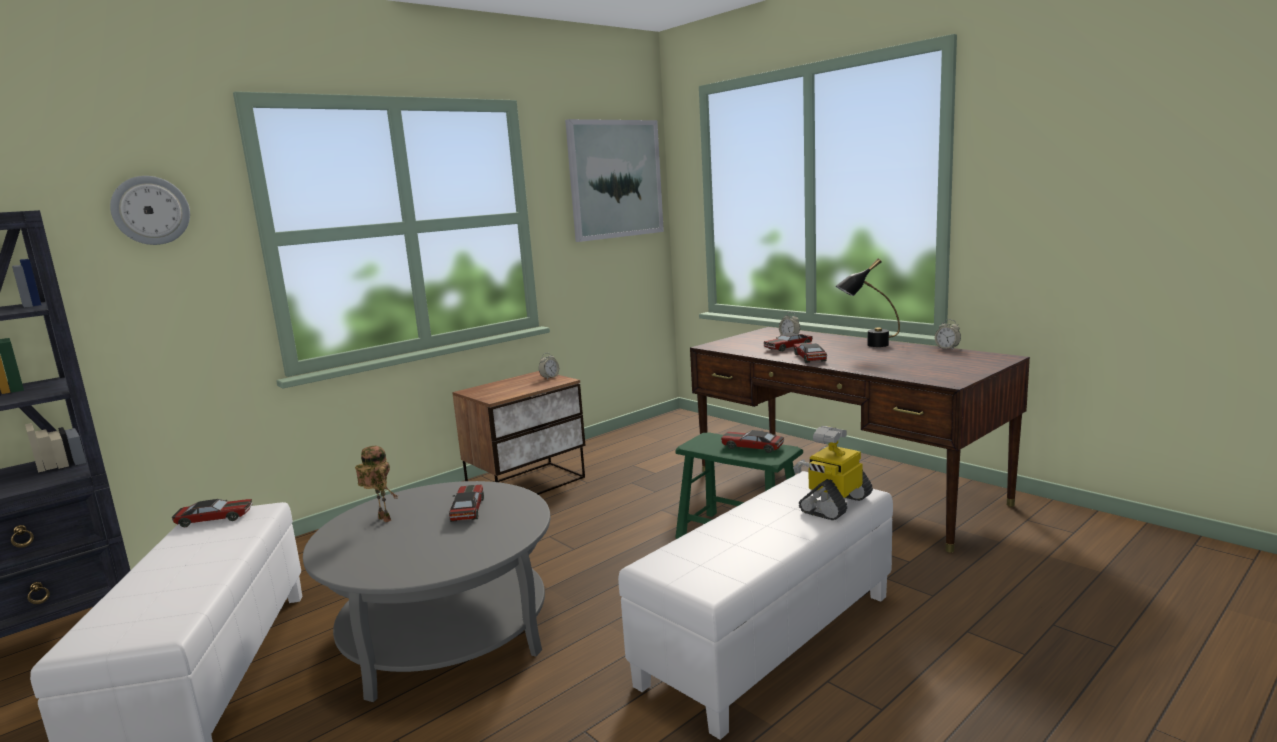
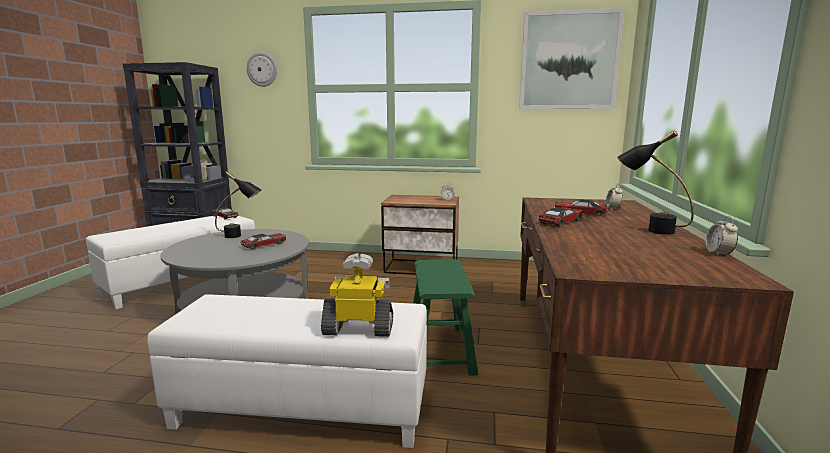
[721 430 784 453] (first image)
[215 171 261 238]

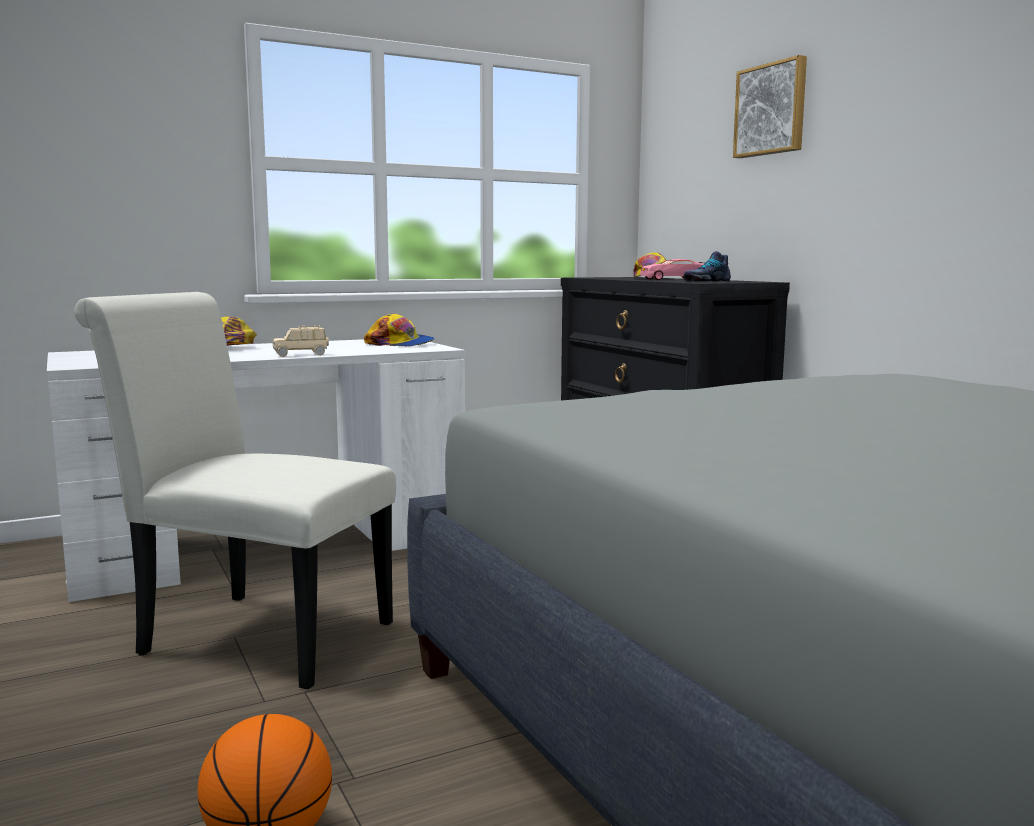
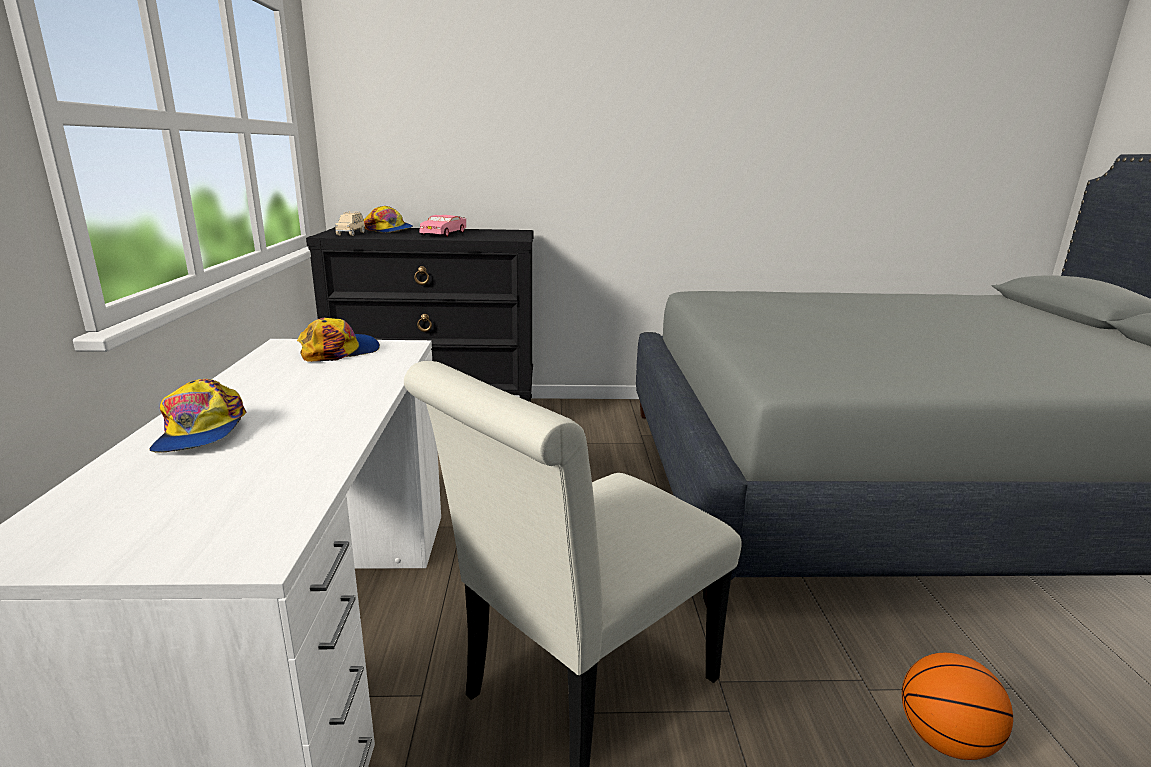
[733 55 807 158] (first image)
[684 251 731 281] (first image)
[335 211 365 236]

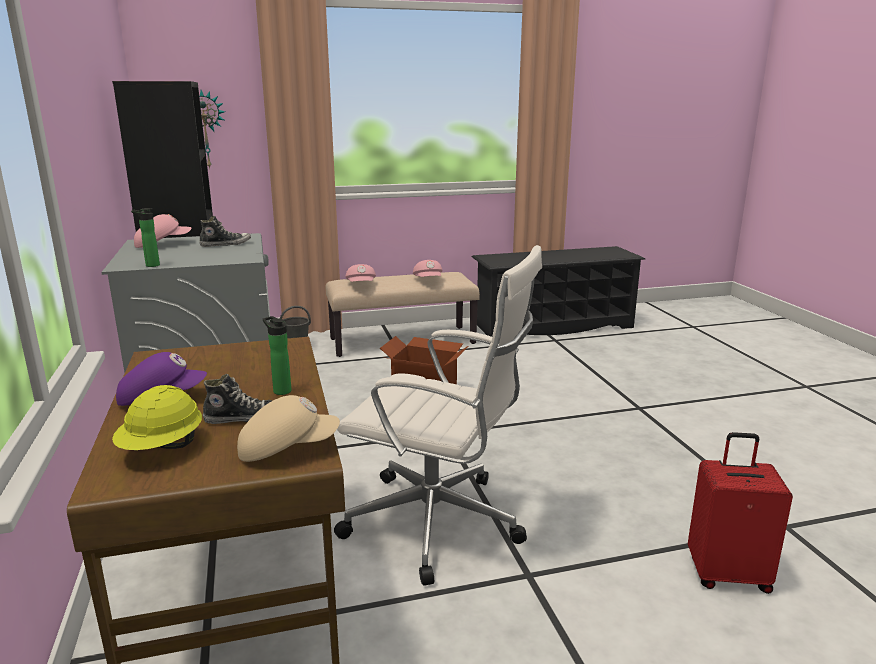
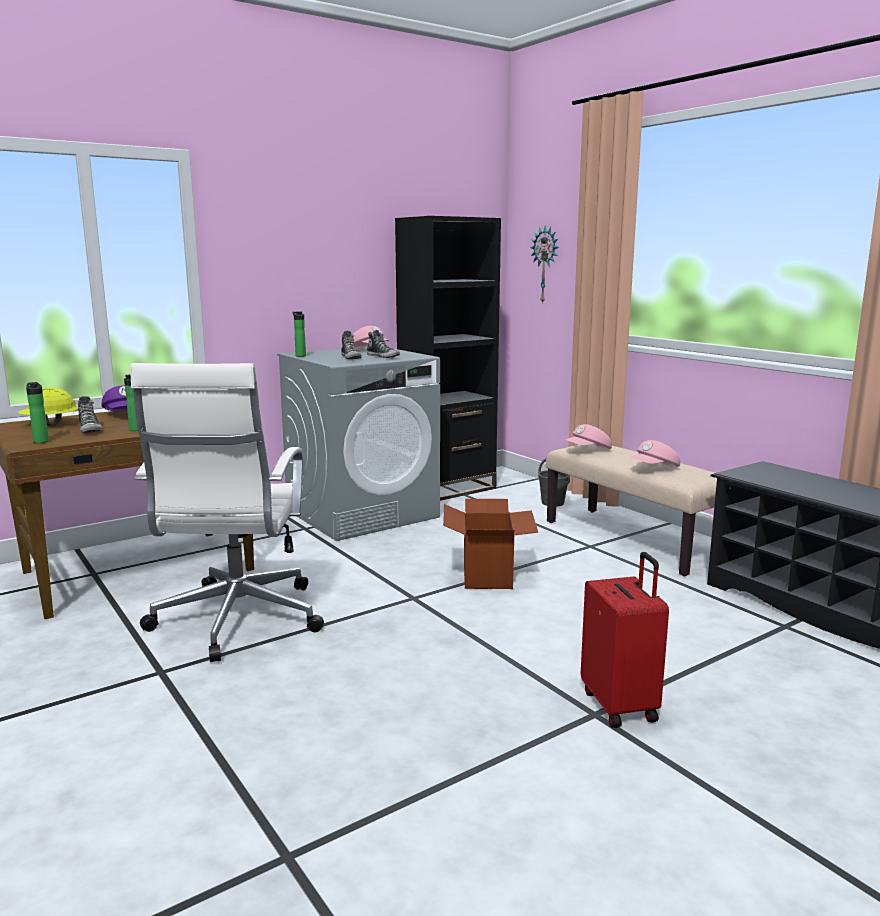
[26 382 49 443]
[581 552 669 728]
[341 331 362 359]

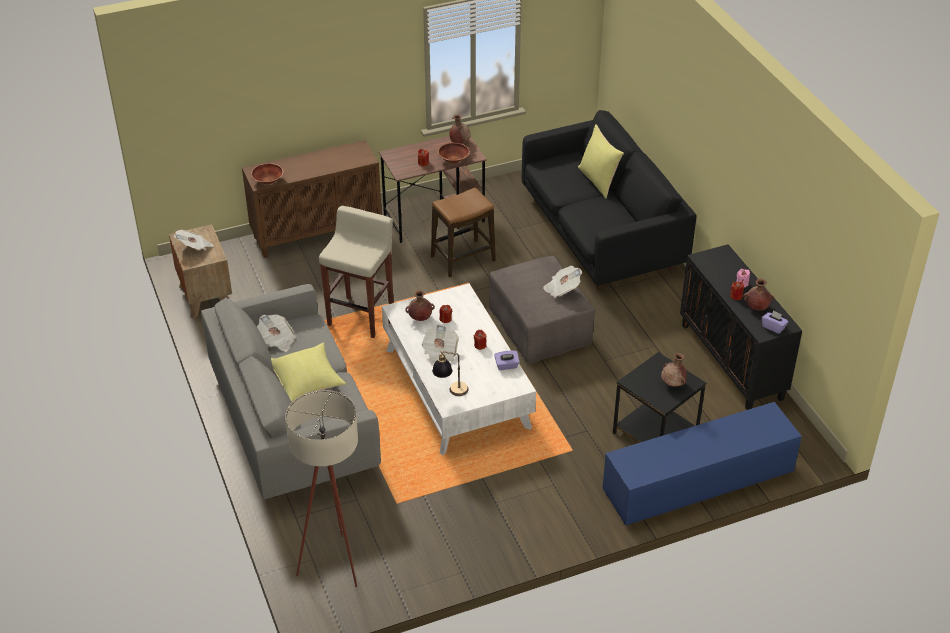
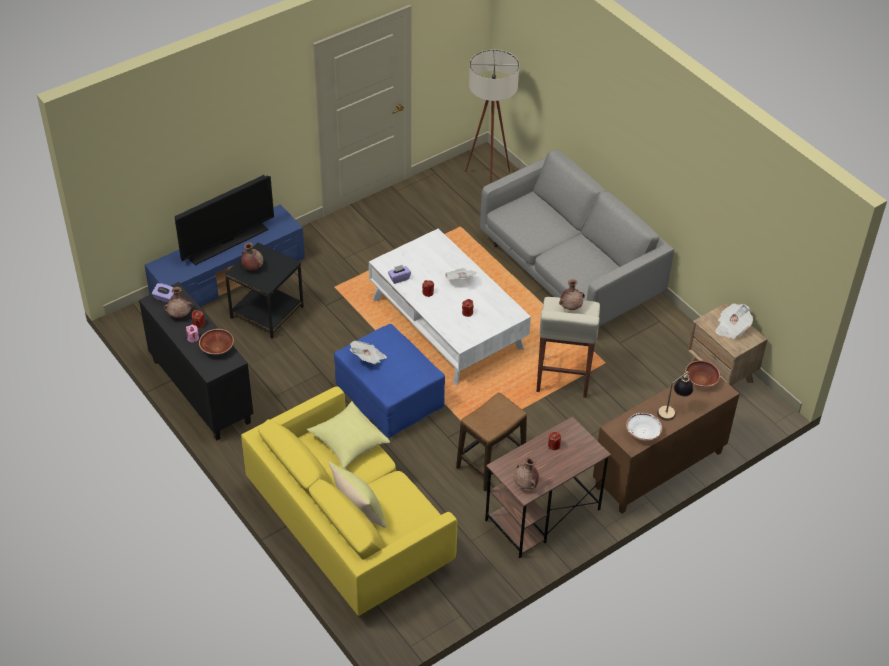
[241 387 457 616]
[199 329 234 355]
[334 324 445 438]
[559 279 585 310]
[257 314 296 352] (first image)
[307 401 390 469]
[657 370 693 421]
[175 175 274 265]
[626 412 663 441]

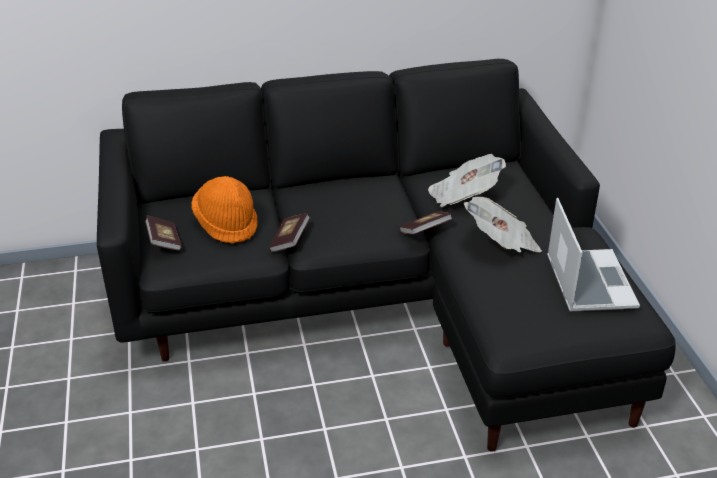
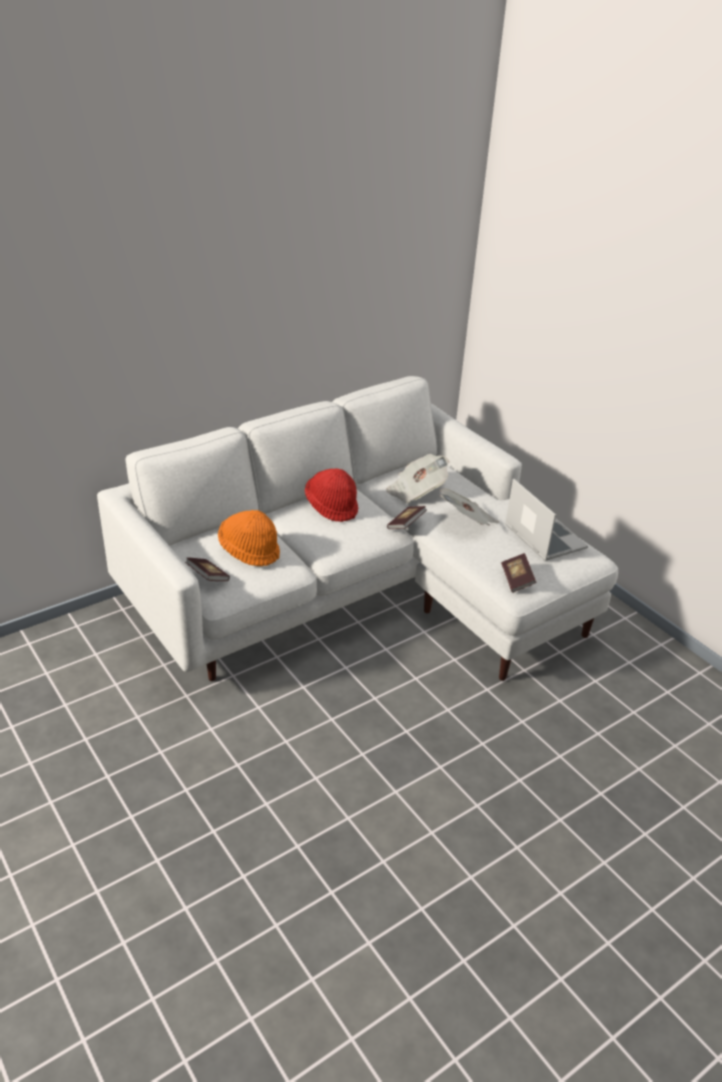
[97 376 618 681]
[501 553 537 593]
[305 468 358 522]

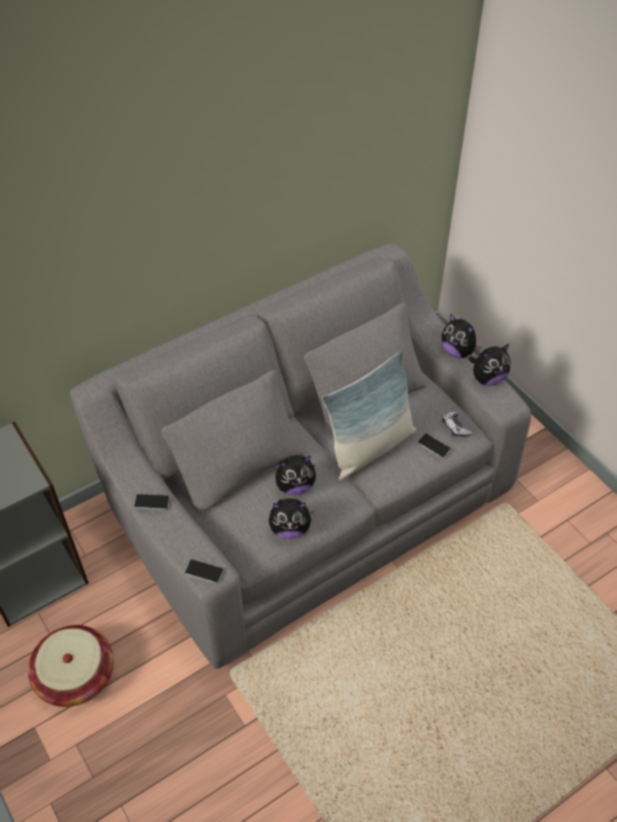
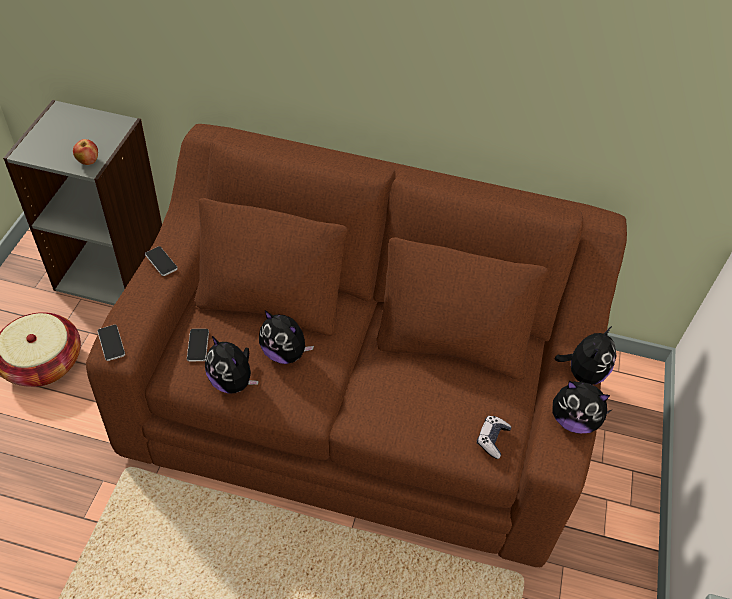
[86 124 627 567]
[554 326 616 385]
[322 351 416 480] (first image)
[187 329 209 361]
[73 139 98 165]

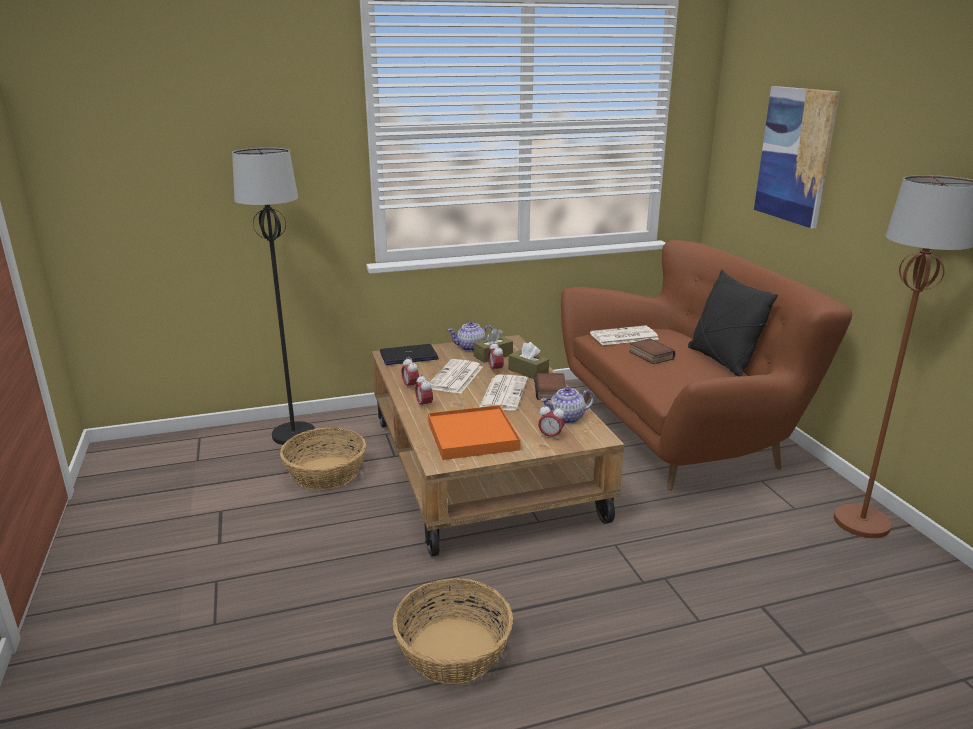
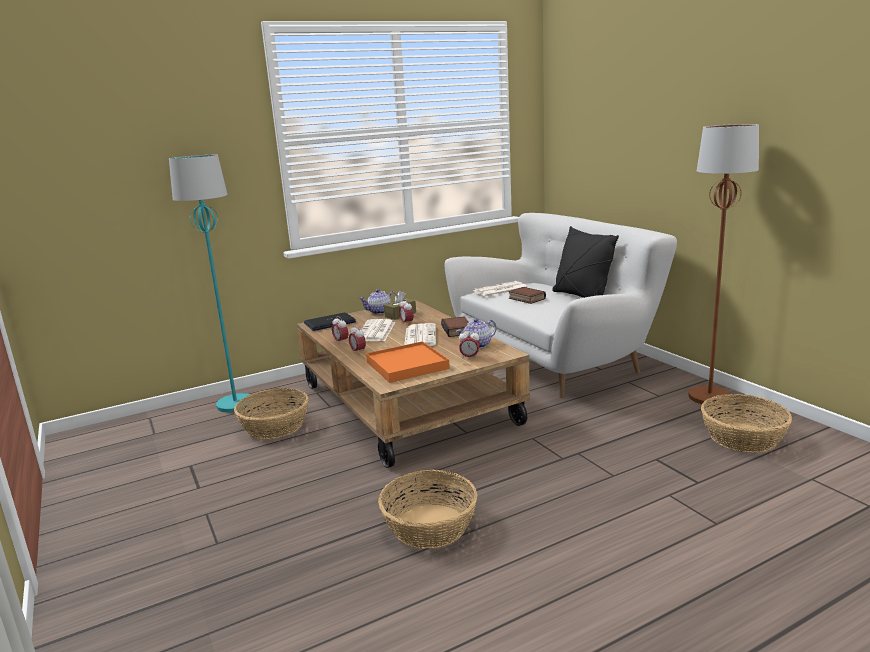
[754 86 840 229] (first image)
[169 155 252 413]
[444 213 677 398]
[508 342 549 379] (first image)
[701 394 792 453]

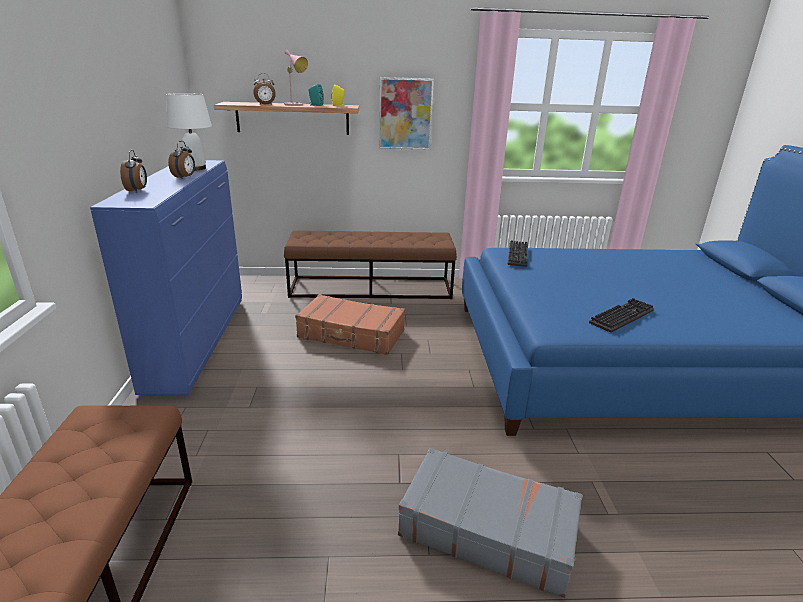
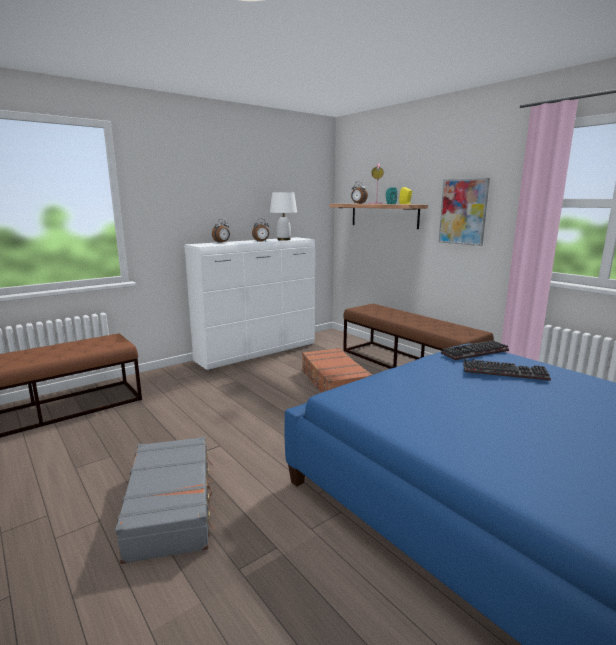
[184 237 315 370]
[463 359 551 381]

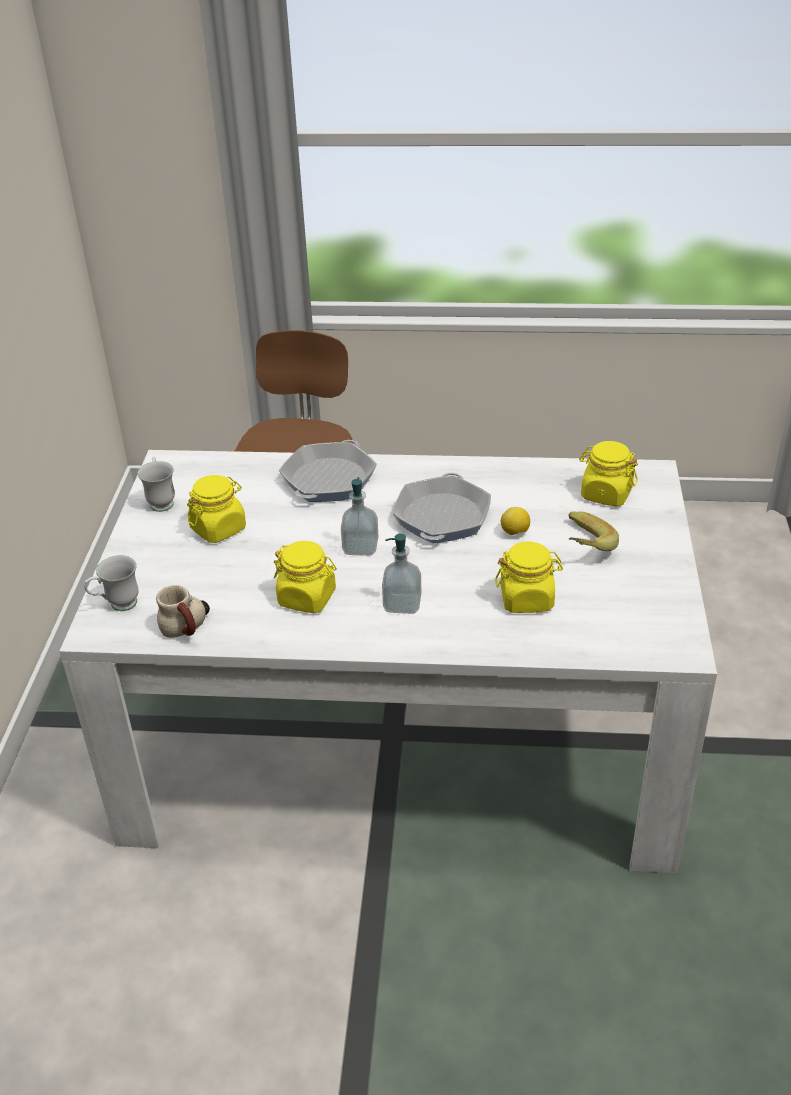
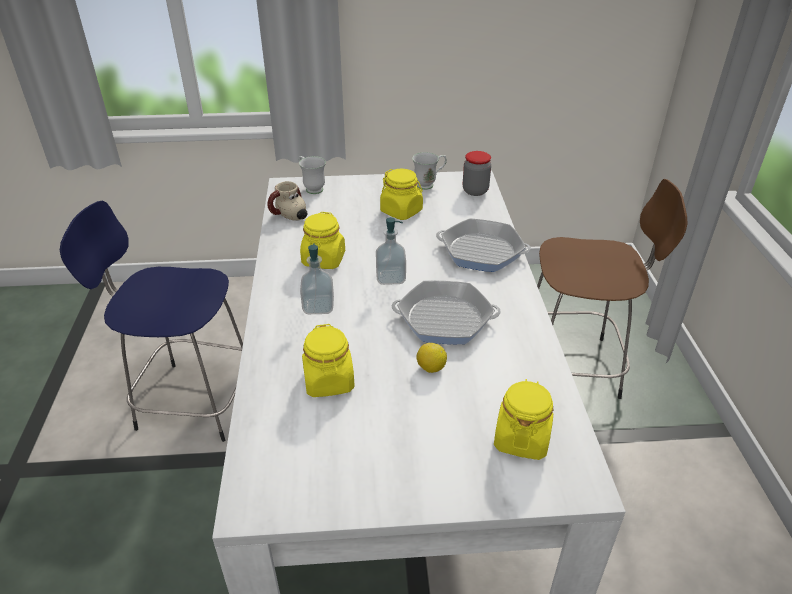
[569 511 619 551] (first image)
[463 151 491 196]
[60 200 243 442]

